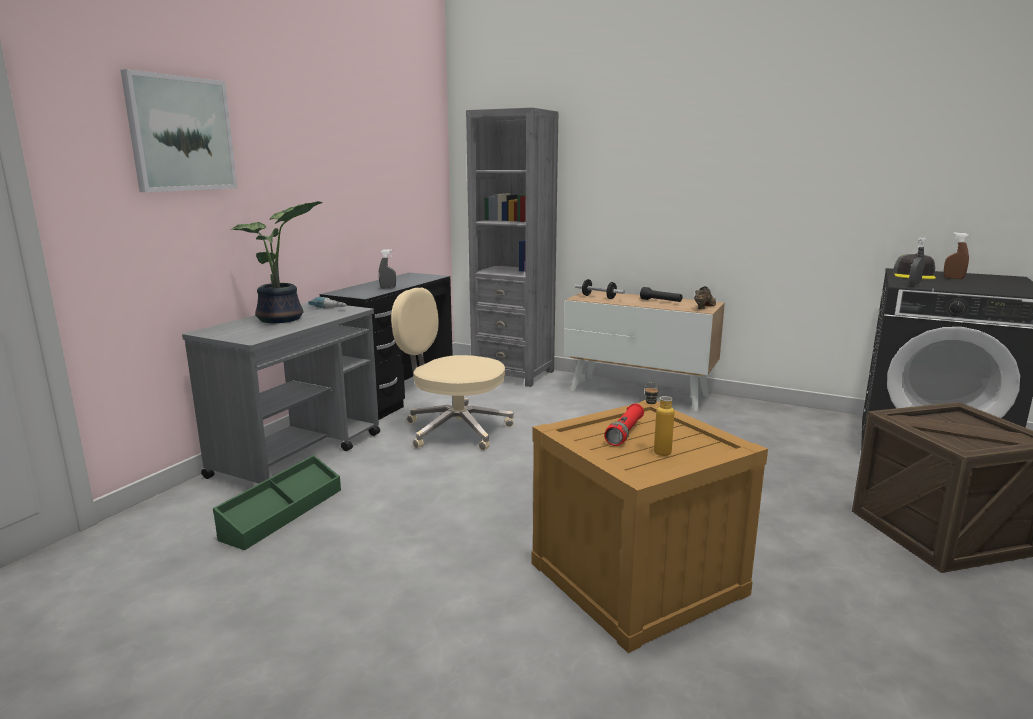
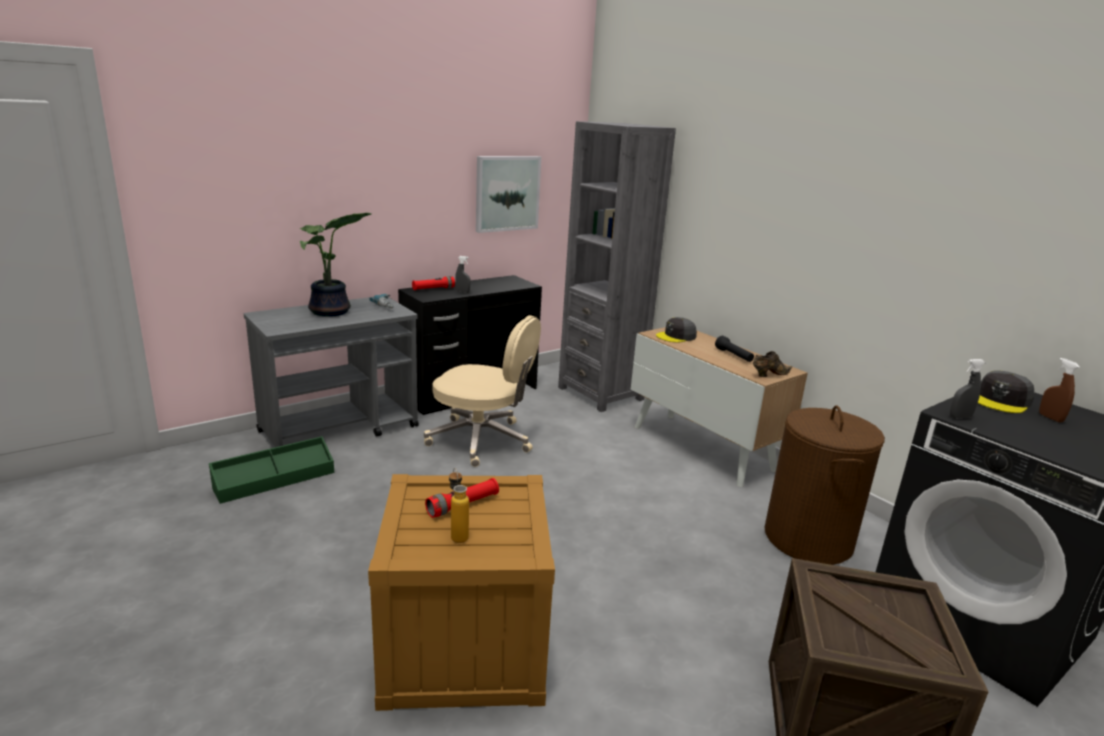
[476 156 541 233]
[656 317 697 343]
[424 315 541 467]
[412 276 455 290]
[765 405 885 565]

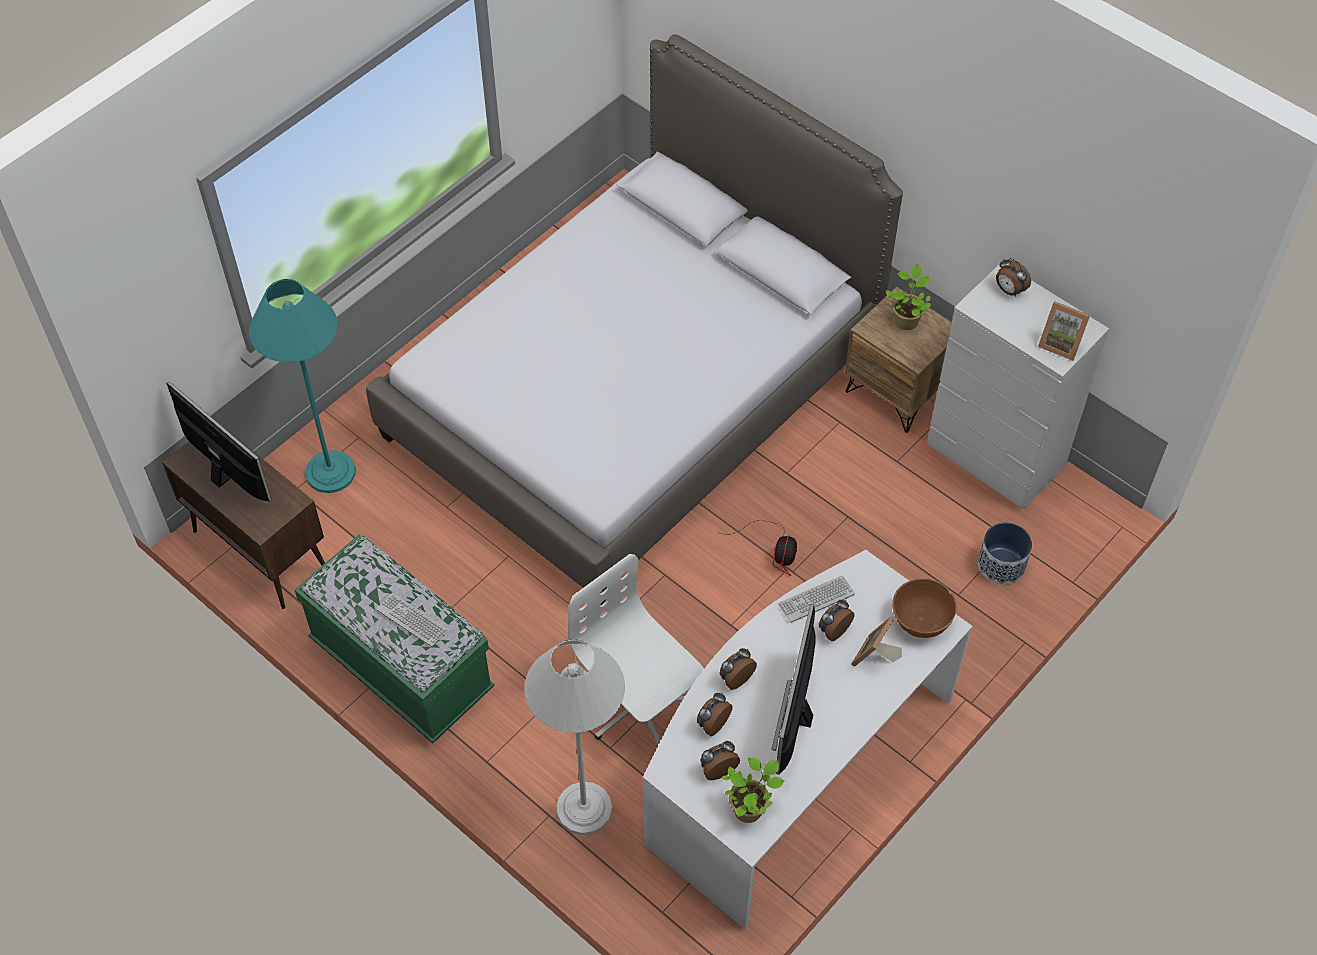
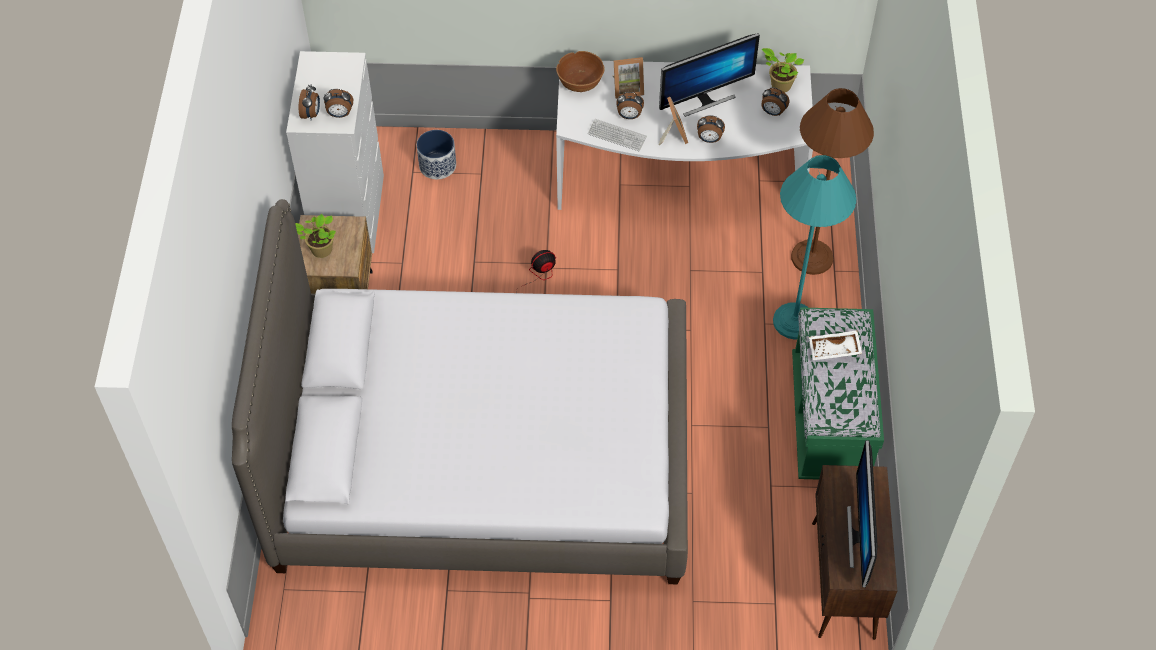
[773 155 856 339]
[659 97 688 145]
[568 554 704 745] (first image)
[809 330 862 360]
[791 88 874 275]
[323 89 353 118]

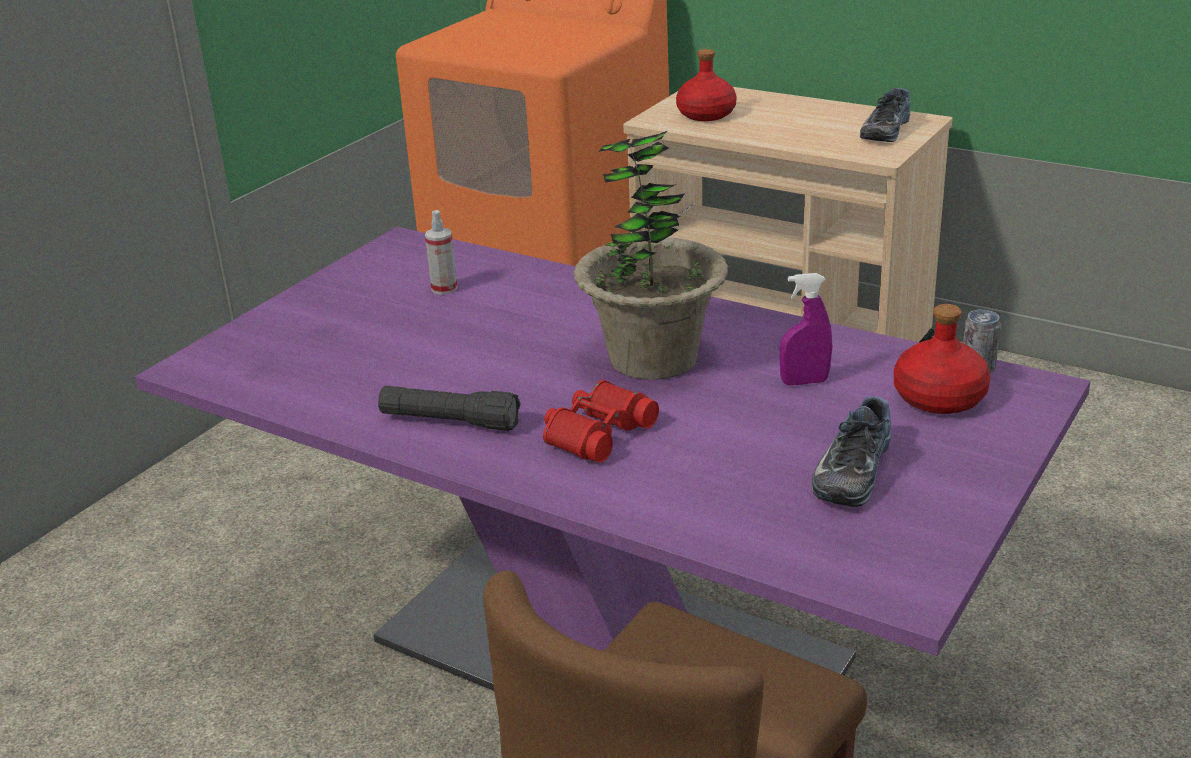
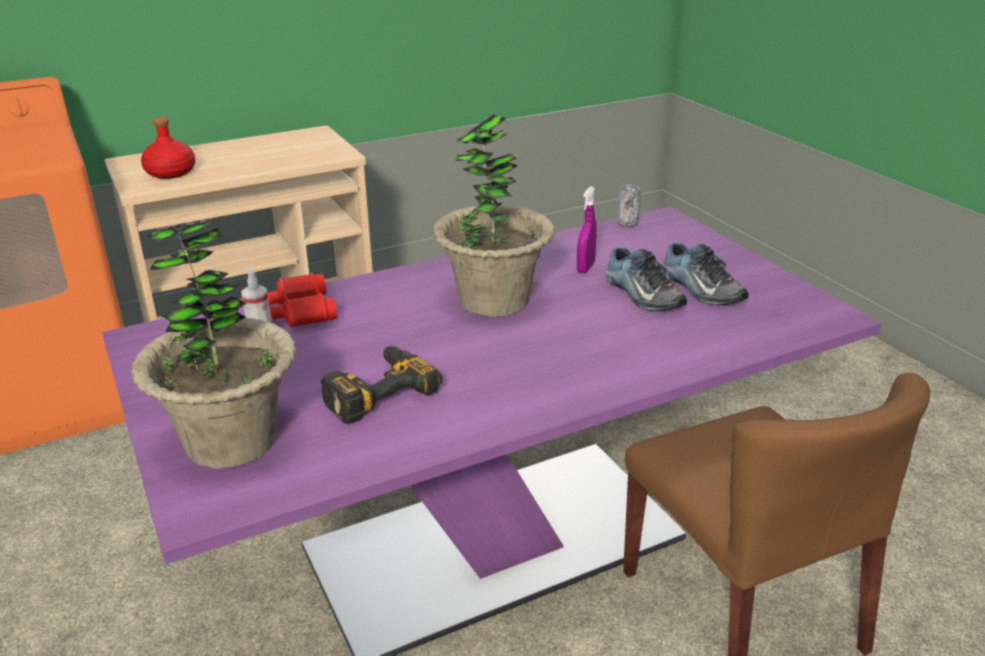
[606 247 687 311]
[894 304 990 414] (first image)
[267 273 337 328]
[378 386 521 431] (first image)
[131 219 297 469]
[321 346 442 424]

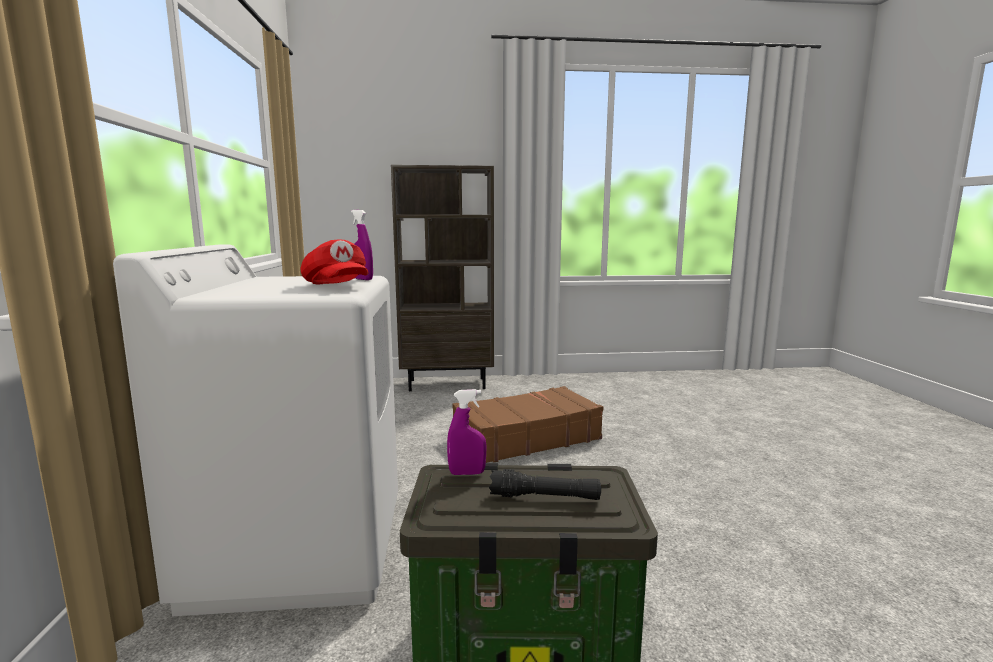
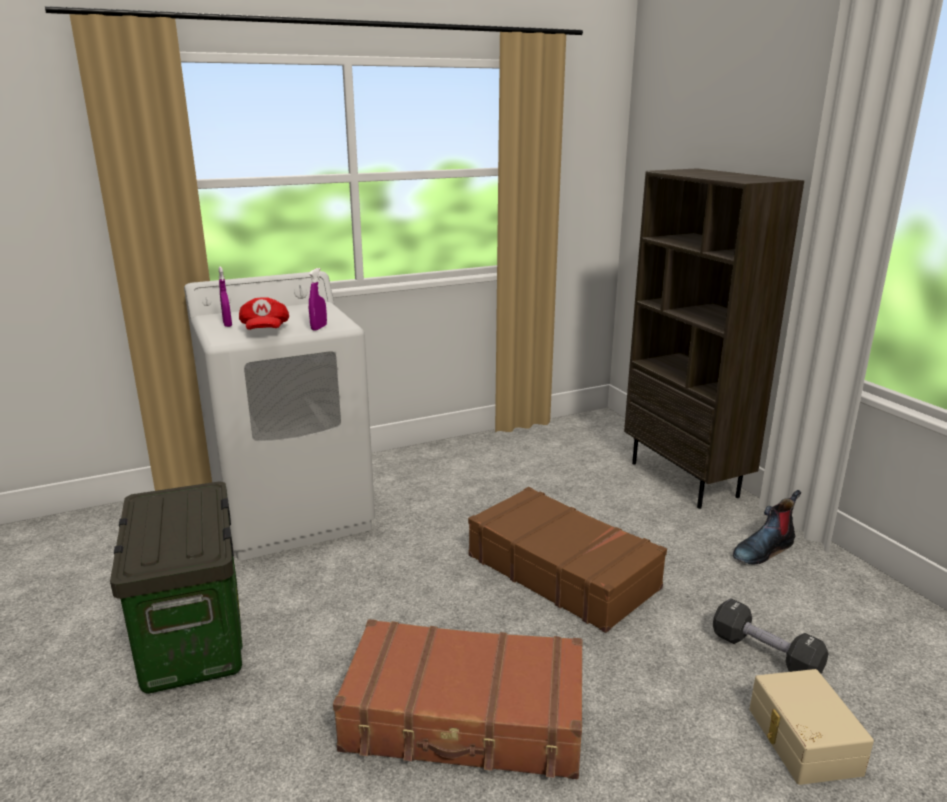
[239 297 289 330]
[218 267 232 327]
[489 469 601 500] (first image)
[733 490 801 564]
[713 598 829 674]
[333 619 583 779]
[749 669 874 785]

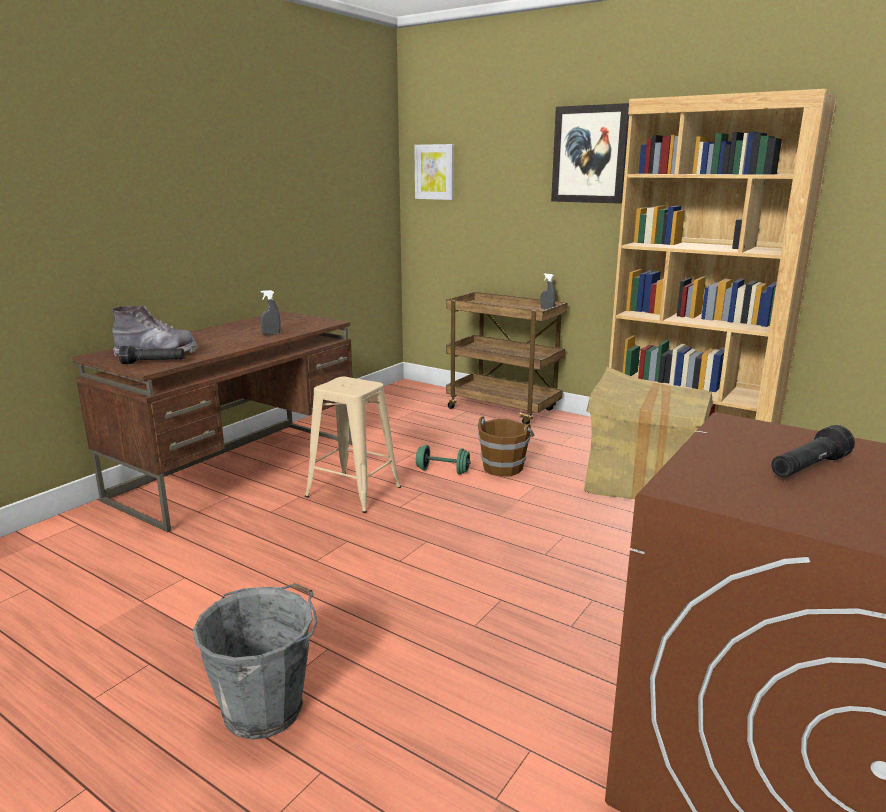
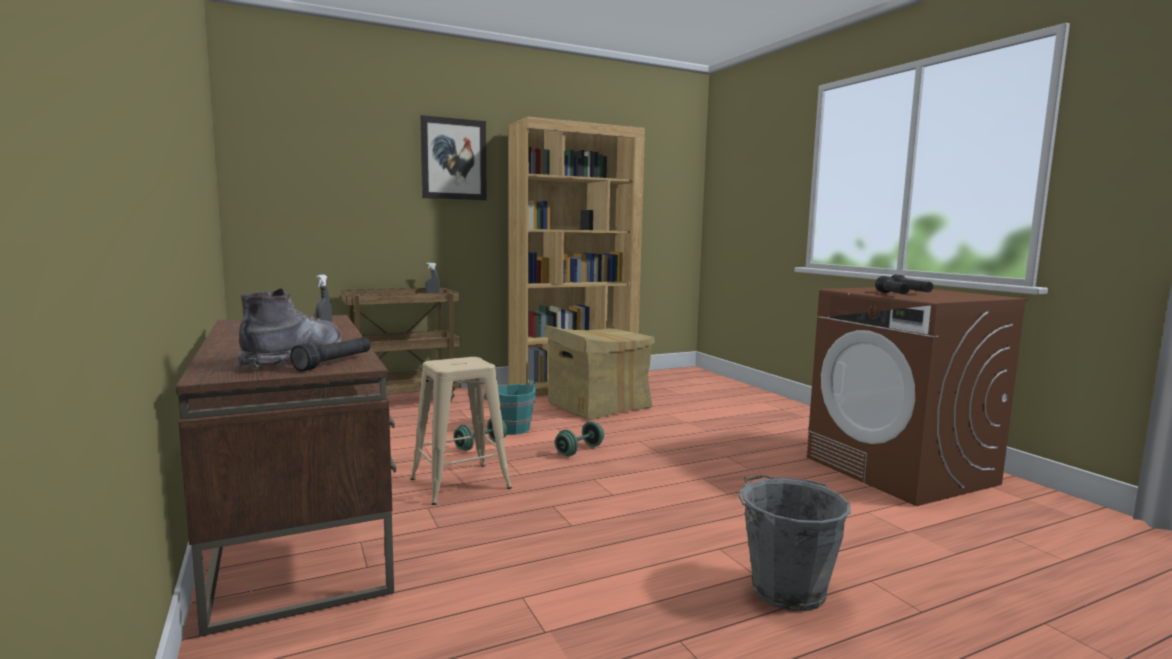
[414 144 454 200] (first image)
[483 380 536 434]
[875 276 910 294]
[555 421 604 456]

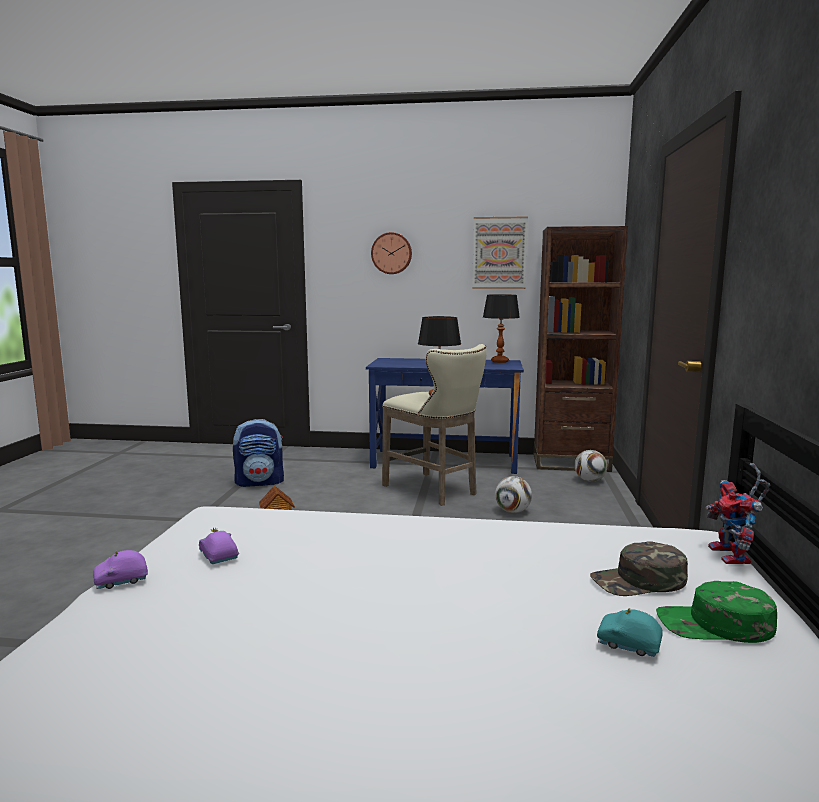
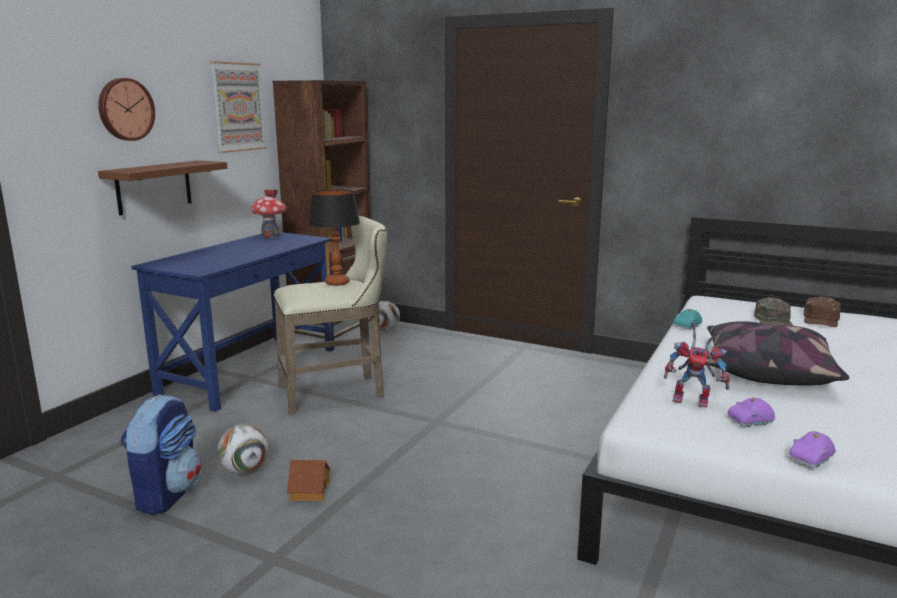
[251 190 286 238]
[664 321 730 408]
[218 424 268 474]
[788 431 836 468]
[803 296 841 327]
[673 308 703 330]
[98 160 227 215]
[707 321 849 385]

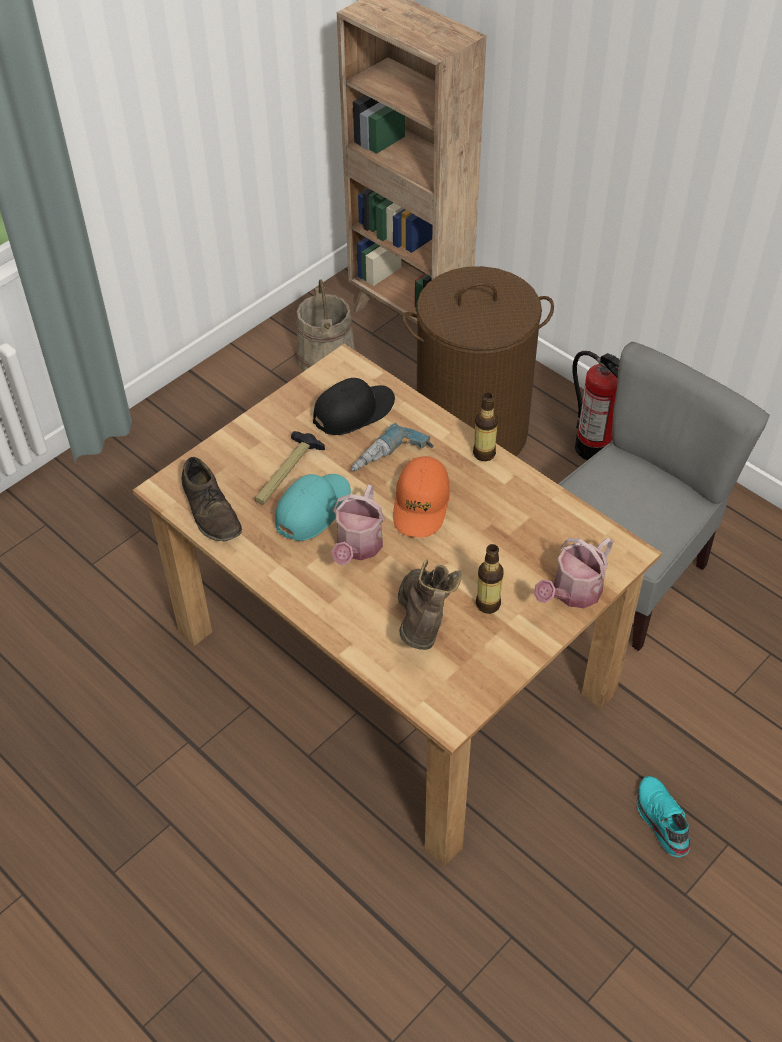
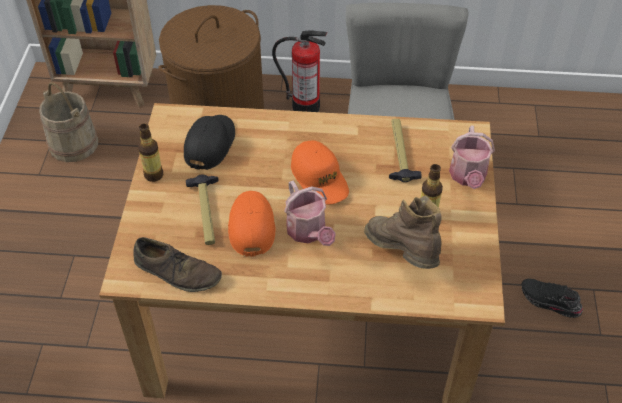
[138 124 164 182]
[351 423 434 471] (first image)
[228 191 276 257]
[521 279 583 318]
[389 119 421 182]

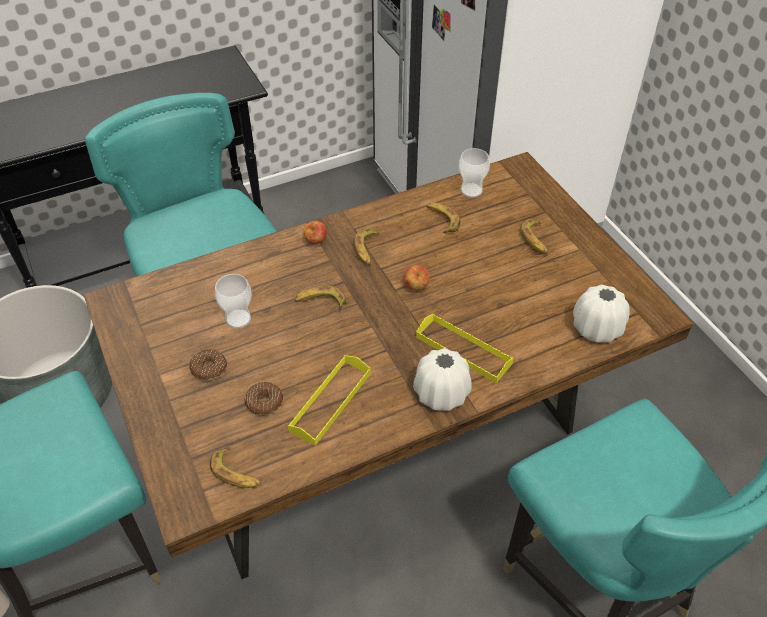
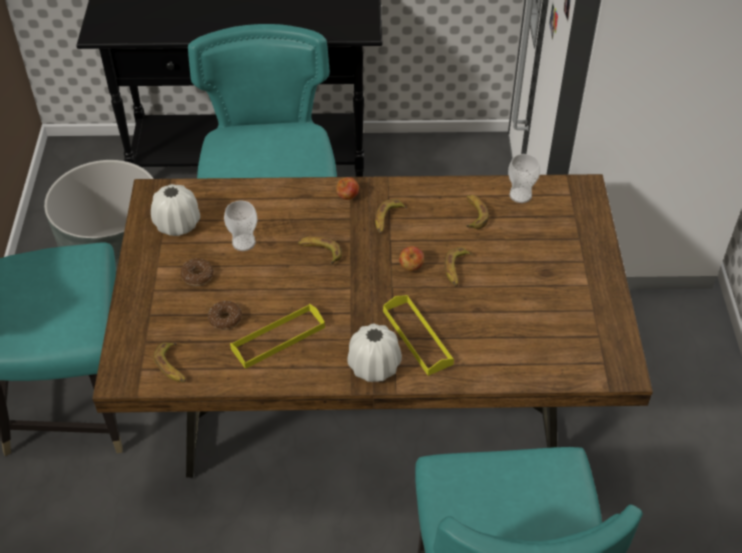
[444 247 473 286]
[151 184 200 236]

